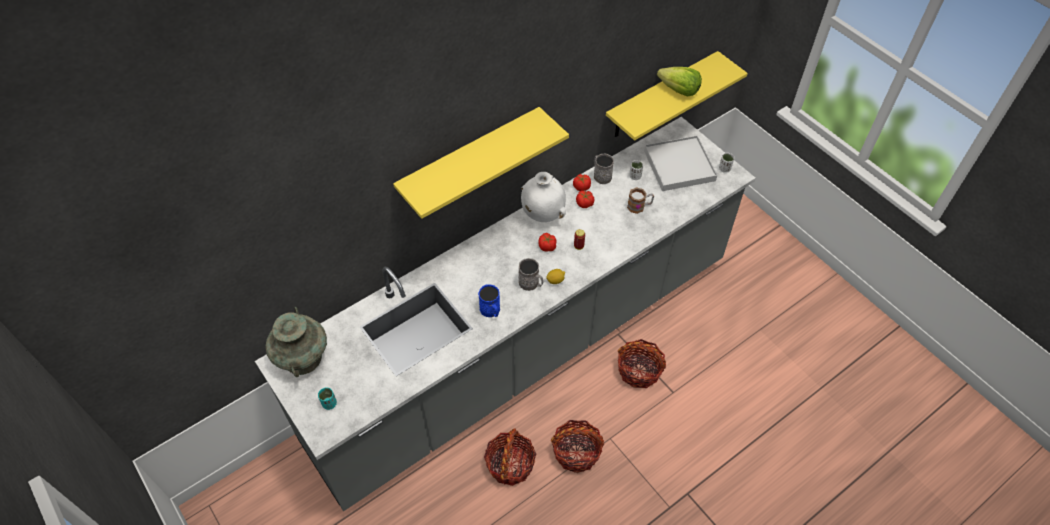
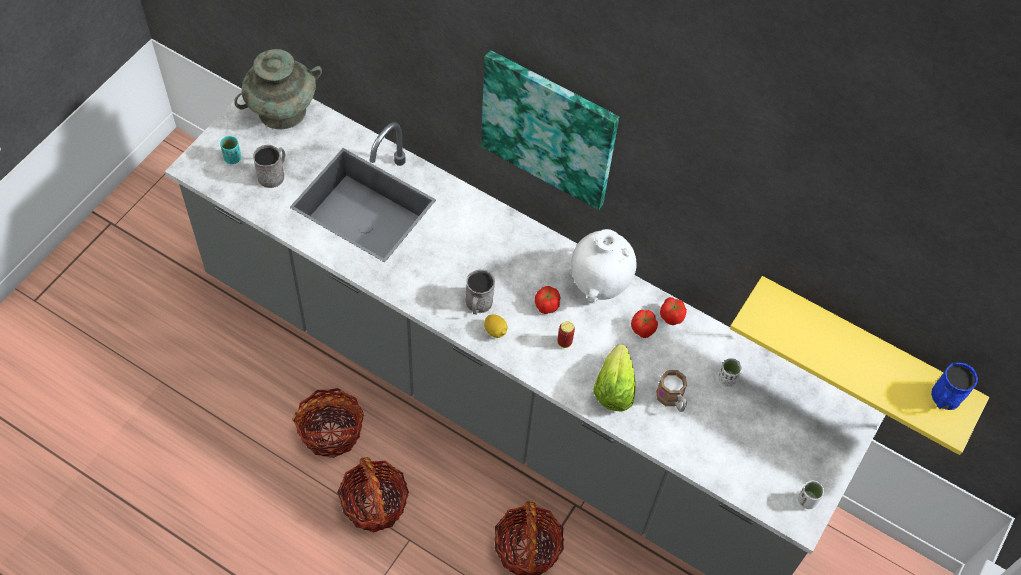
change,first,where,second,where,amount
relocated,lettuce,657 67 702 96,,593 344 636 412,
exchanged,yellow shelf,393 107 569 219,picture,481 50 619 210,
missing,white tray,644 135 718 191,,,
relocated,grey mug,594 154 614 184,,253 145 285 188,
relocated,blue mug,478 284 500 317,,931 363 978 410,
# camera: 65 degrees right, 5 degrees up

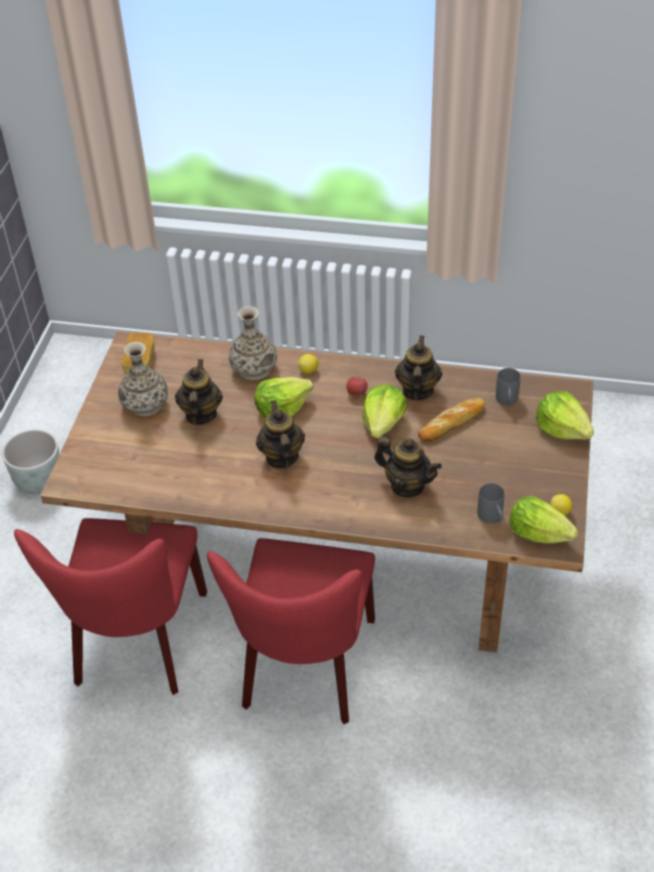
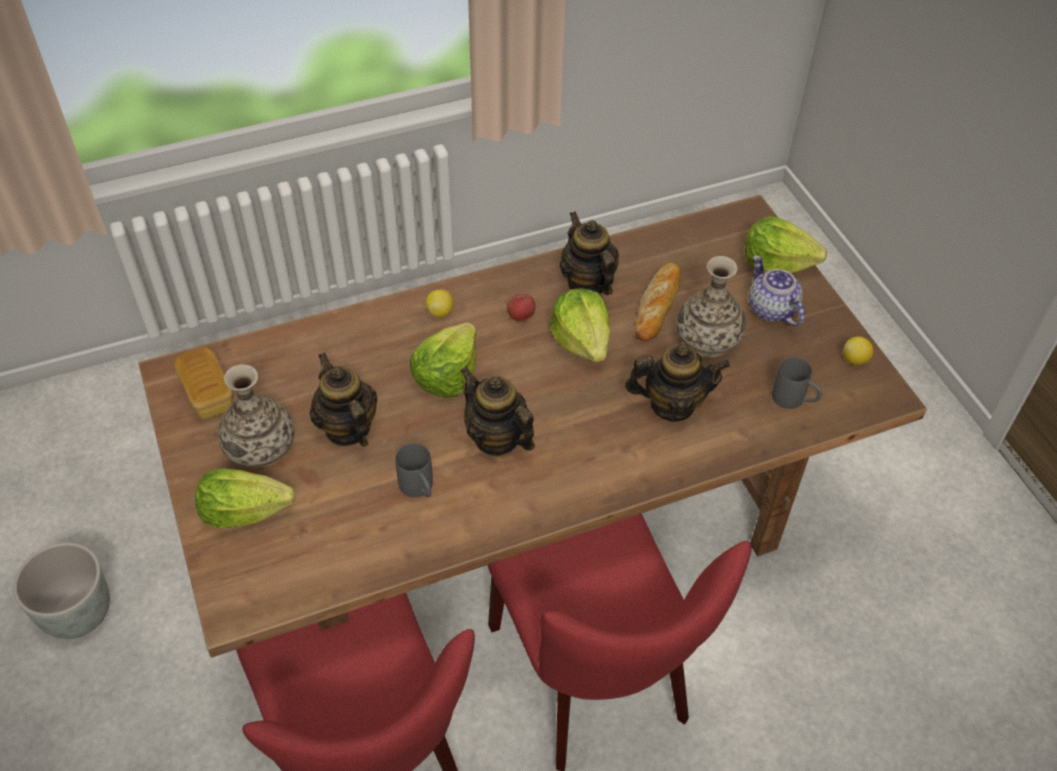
change,first,where,second,where,amount
relocated,vase,229 306 277 380,,676 256 746 357,
relocated,grey mug,496 368 521 405,,395 443 433 498,
relocated,lettuce,509 496 578 543,,195 468 295 528,
appeared,,,teapot,749 255 805 326,
# camera: 35 degrees left, 5 degrees up

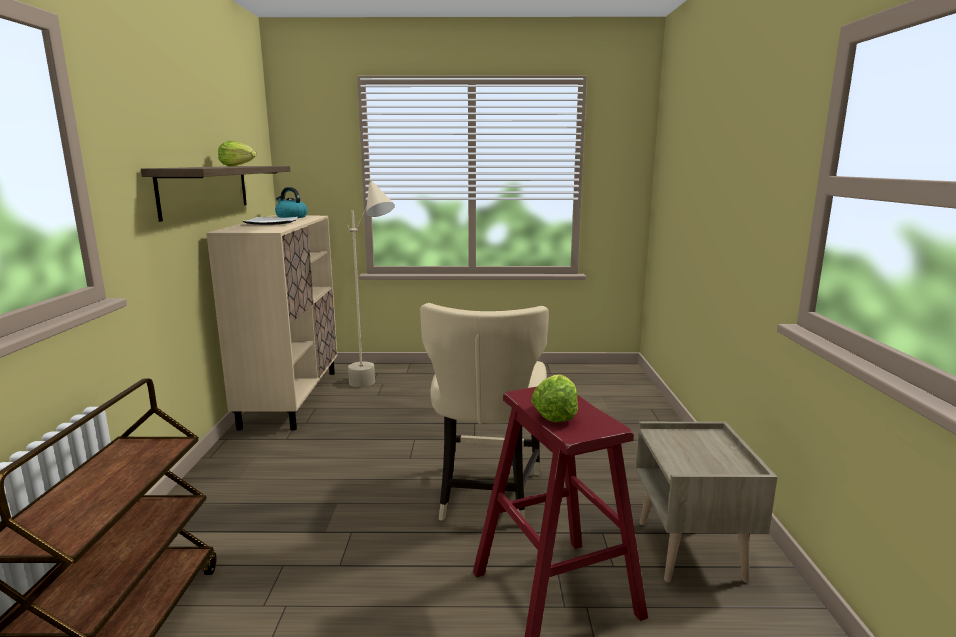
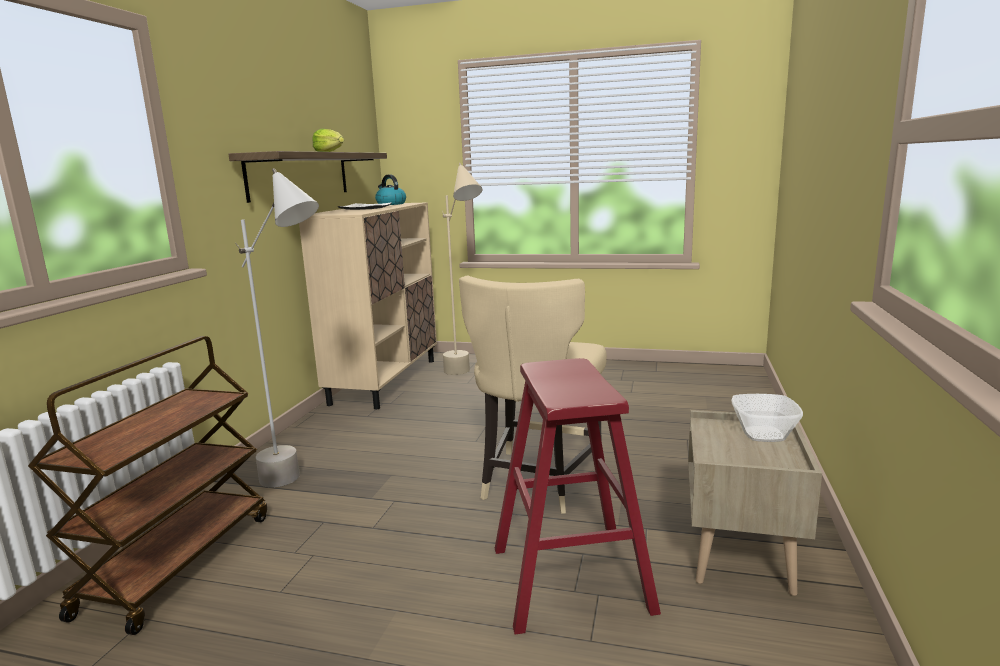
change,first,where,second,where,amount
missing,lettuce,531 374 578 422,,,
appeared,,,grey floor lamp,235 168 319 488,
appeared,,,bowl,731 394 803 442,
# camera: 15 degrees right, 0 degrees up

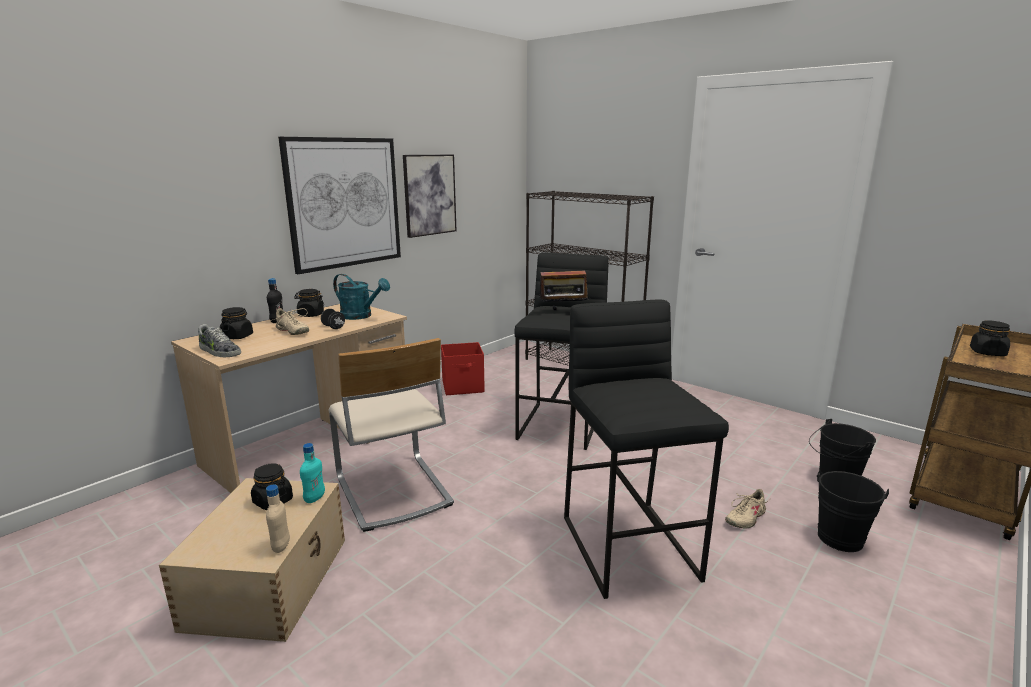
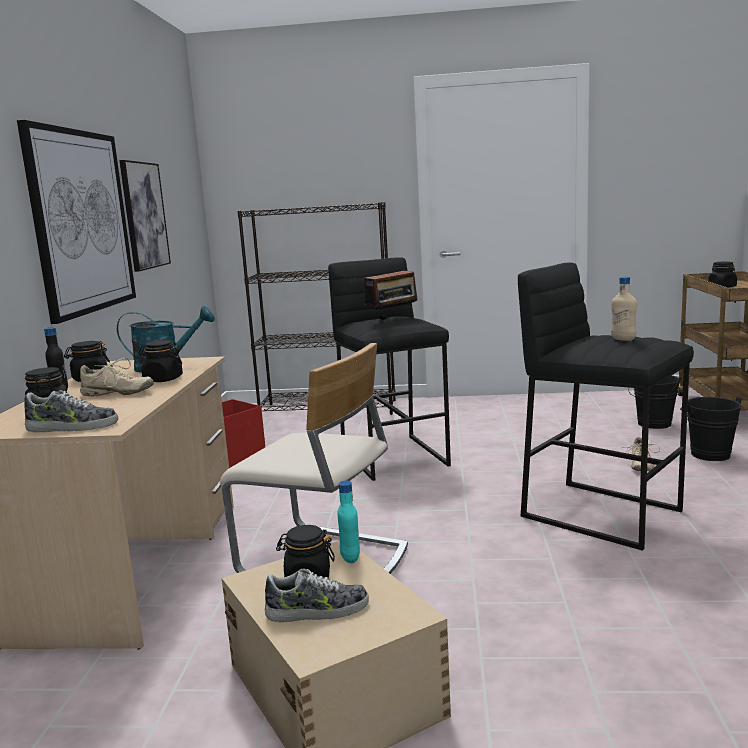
change,first,where,second,where,amount
exchanged,black dumbbell,321 309 345 329,black jar,138 340 183 382,
relocated,beige bottle,266 485 290 553,,611 276 637 341,
appeared,,,shoe,265 569 369 622,
# camera: 35 degrees left, 5 degrees down

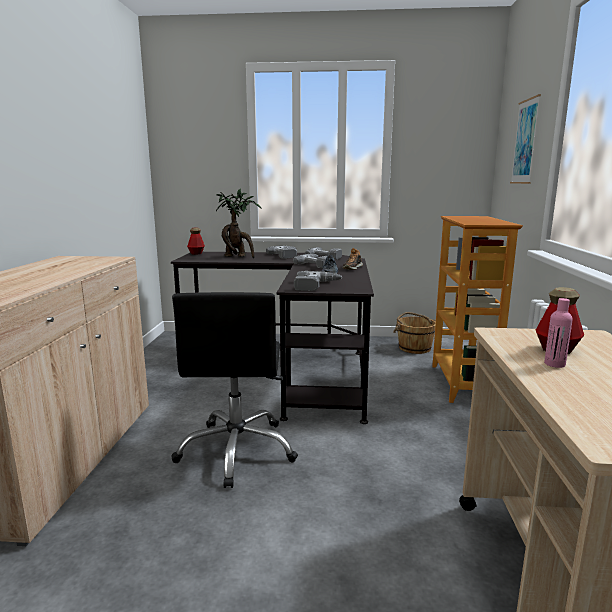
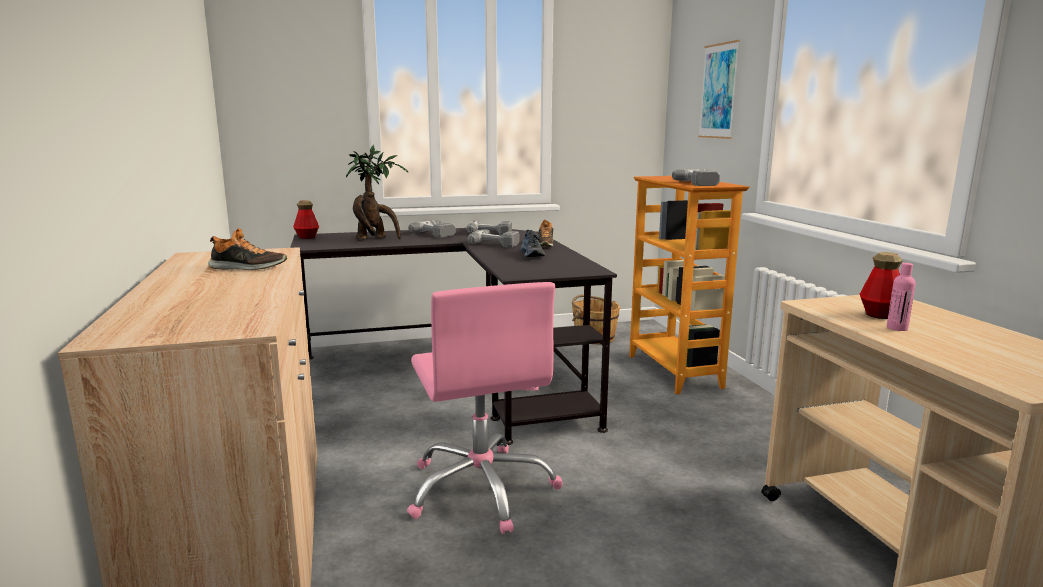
change,first,where,second,where,amount
relocated,power drill,294 271 343 291,,672 169 720 186,
colour,black office chair,172 292 298 488,pink office chair,407 282 563 534,
appeared,,,shoe,208 228 287 270,
# camera: 20 degrees left, 0 degrees up

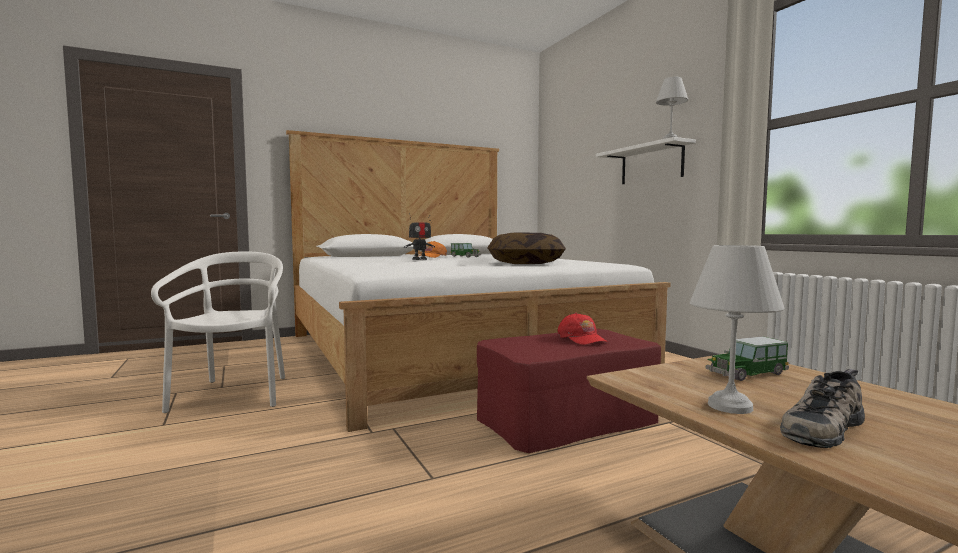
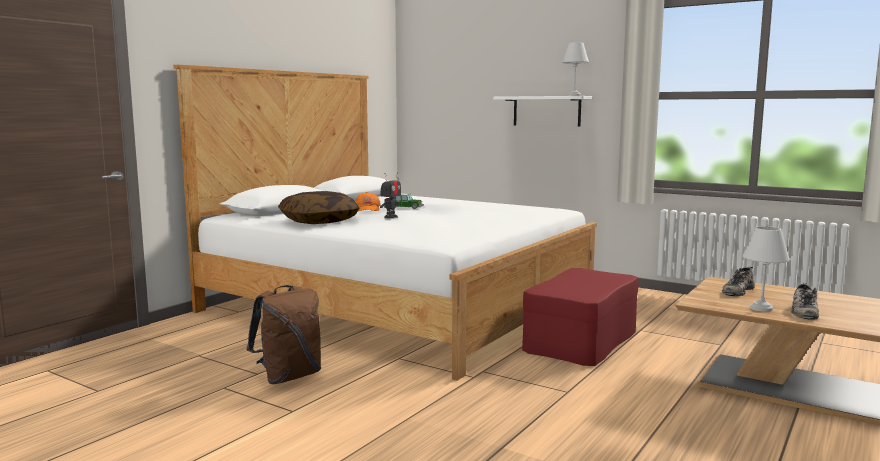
change,first,where,second,where,amount
relocated,pillow,487 233 566 264,,278 191 359 224,
exchanged,white chair,151 252 285 413,brown backpack,246 285 321 384,
missing,red cap,558 313 608 345,,,
exchanged,toy car,706 336 789 381,shoe,722 266 755 296,
# camera: 30 degrees left, 5 degrees up

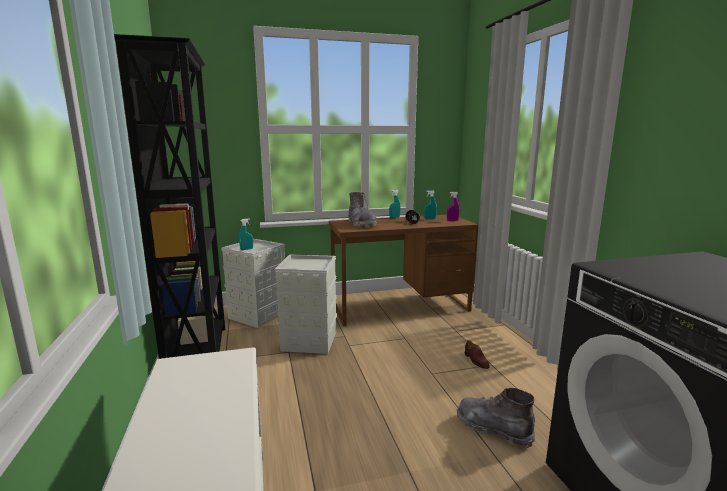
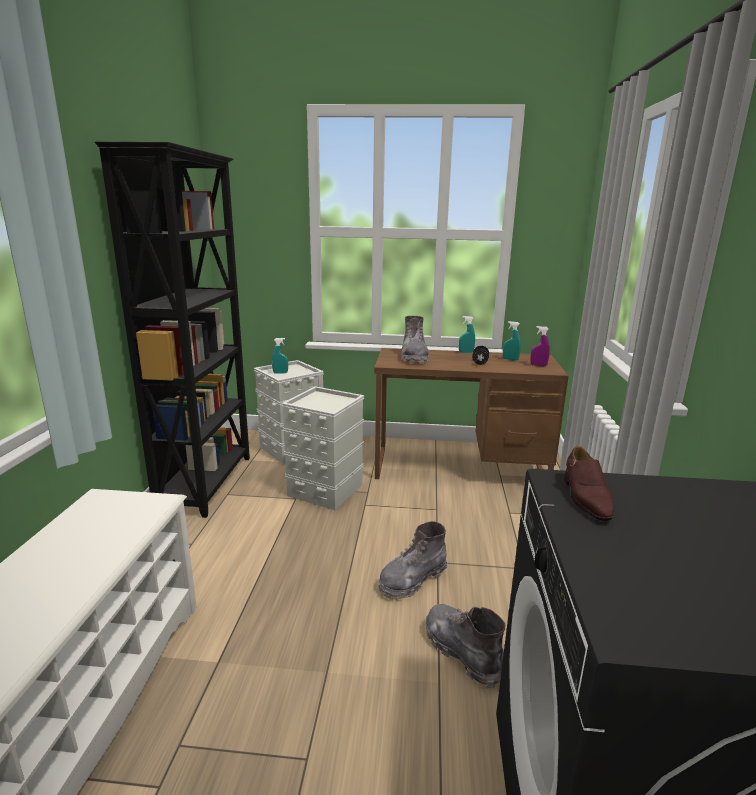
change,first,where,second,where,amount
relocated,brown shoe,465 340 490 369,,564 446 614 521,
appeared,,,grey boot,378 521 447 599,
# camera: 20 degrees right, 5 degrees up

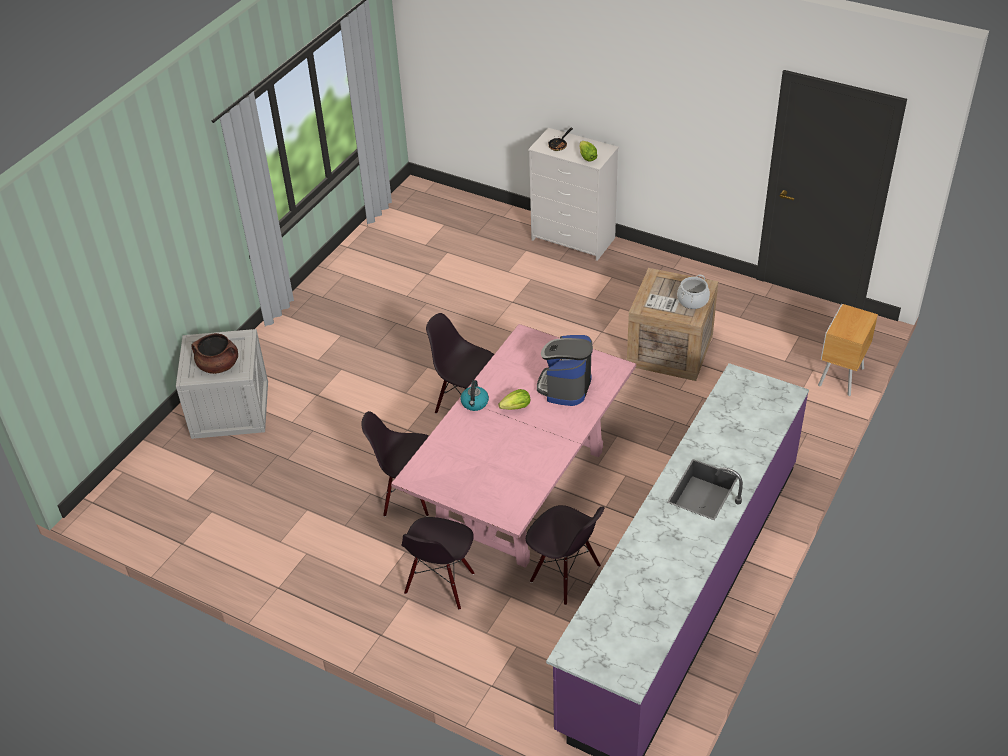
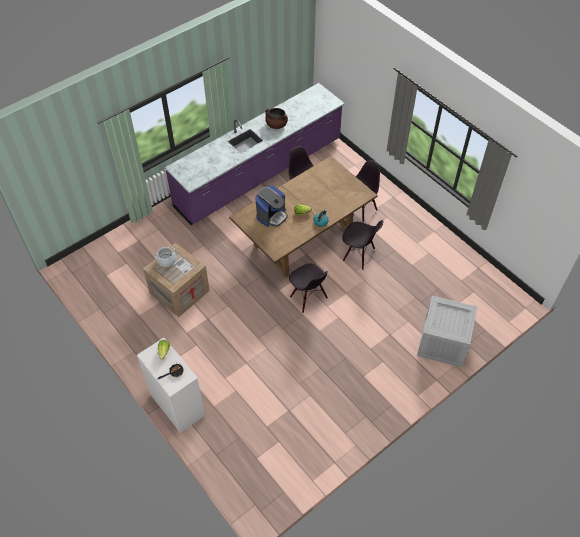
change,first,where,second,where,amount
missing,brown nightstand,818 304 878 396,,,
colour,pink dining table,391 324 636 568,brown dining table,229 156 378 278,
relocated,brown cooking pot,191 333 238 374,,265 108 288 129,
# camera: 160 degrees left, 10 degrees up

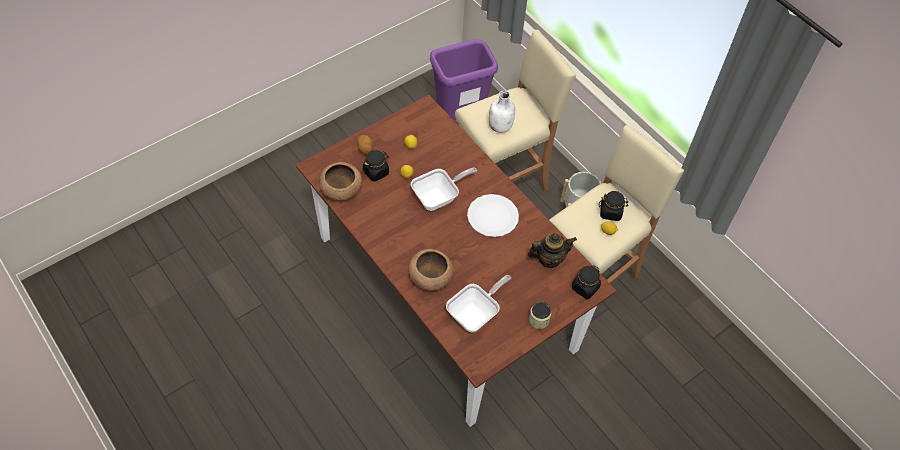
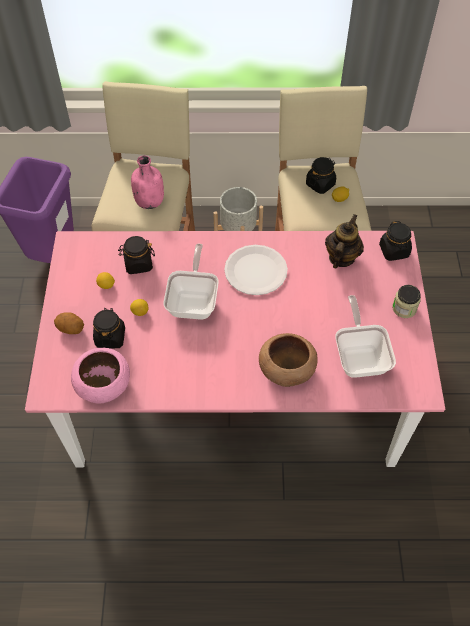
change,first,where,second,where,amount
colour,white bottle,489 91 515 133,pink bottle,131 156 164 209,
colour,brown dining table,296 95 616 427,pink dining table,25 231 445 467,
colour,brown bowl,319 162 362 201,pink bowl,71 348 130 403,
appeared,,,black jar,118 236 155 274,
# camera: 50 degrees left, 0 degrees up

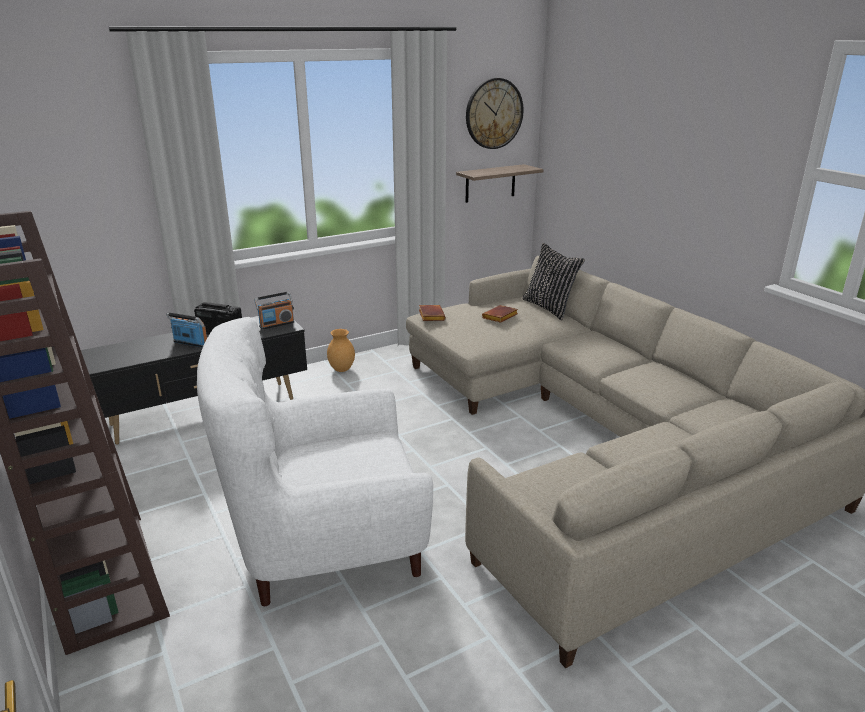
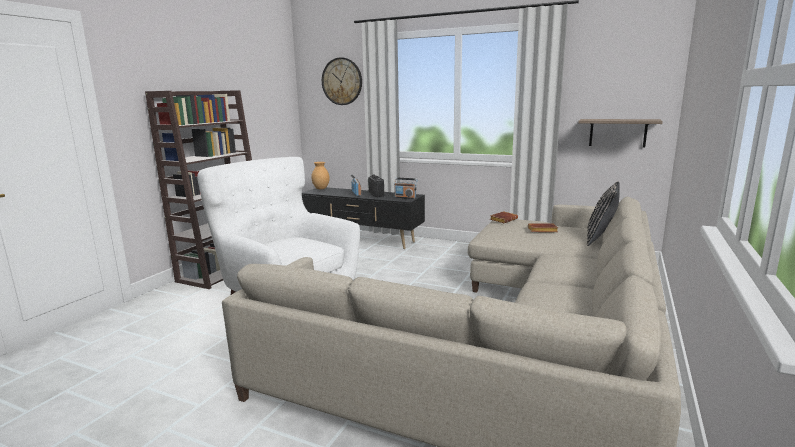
change,first,where,second,where,amount
relocated,wall clock,466 78 524 149,,322 57 362 105,
relocated,brown vase,327 329 355 372,,311 162 330 189,
# camera: 55 degrees right, 10 degrees down

